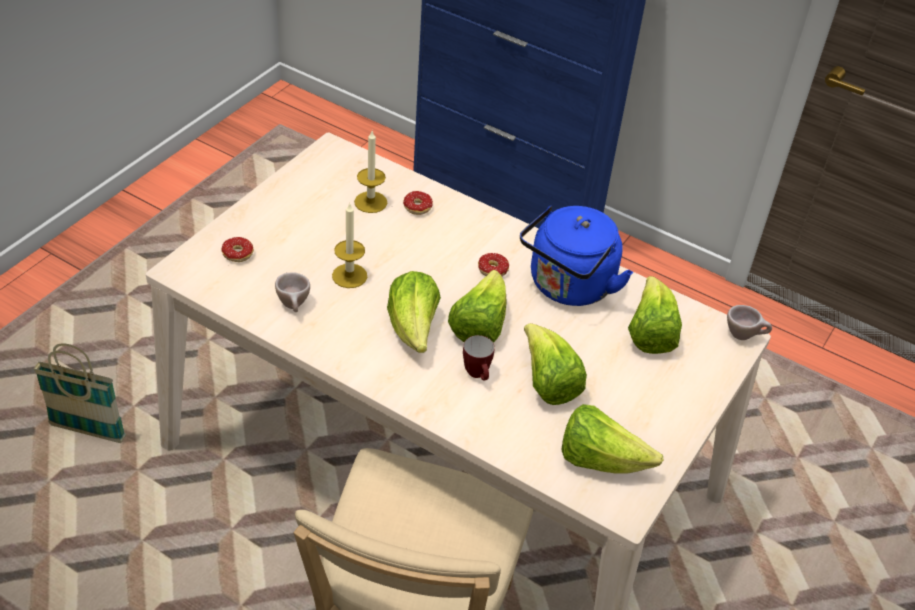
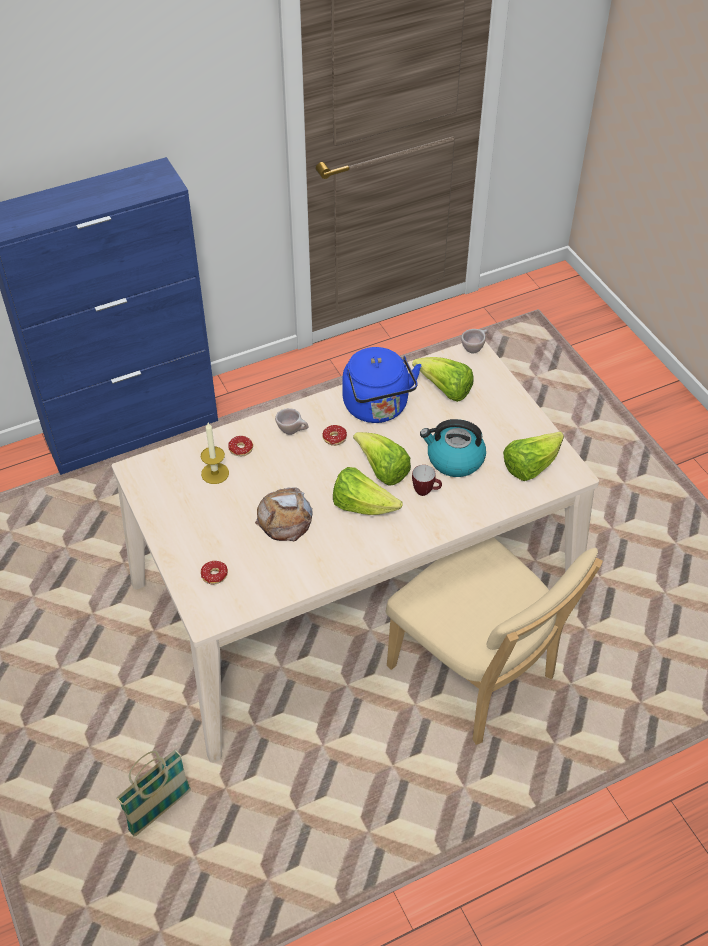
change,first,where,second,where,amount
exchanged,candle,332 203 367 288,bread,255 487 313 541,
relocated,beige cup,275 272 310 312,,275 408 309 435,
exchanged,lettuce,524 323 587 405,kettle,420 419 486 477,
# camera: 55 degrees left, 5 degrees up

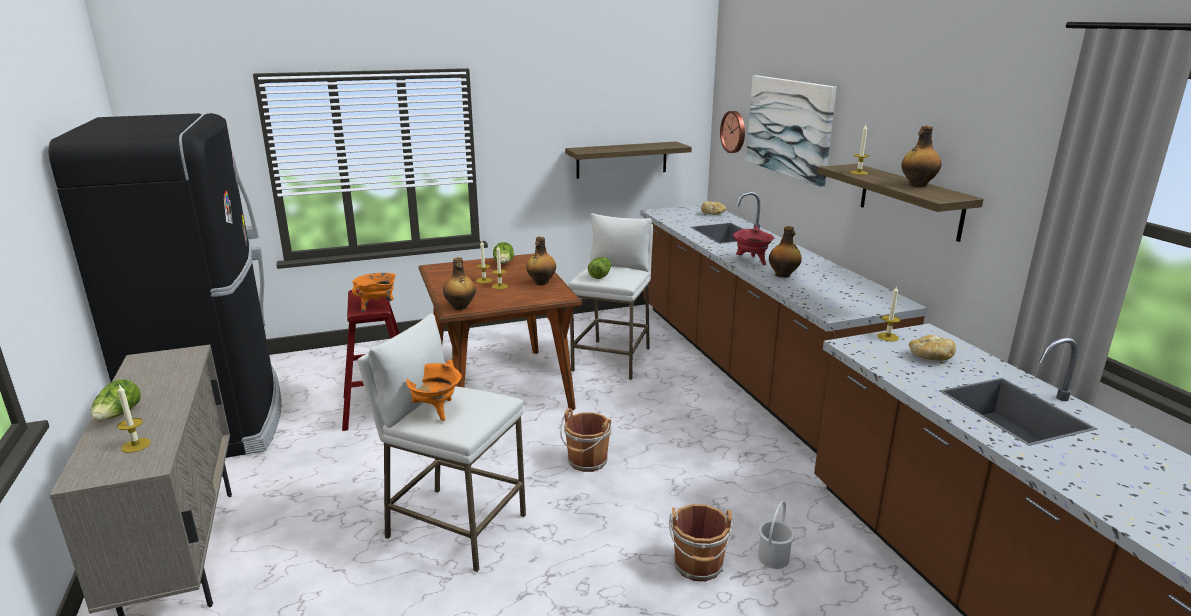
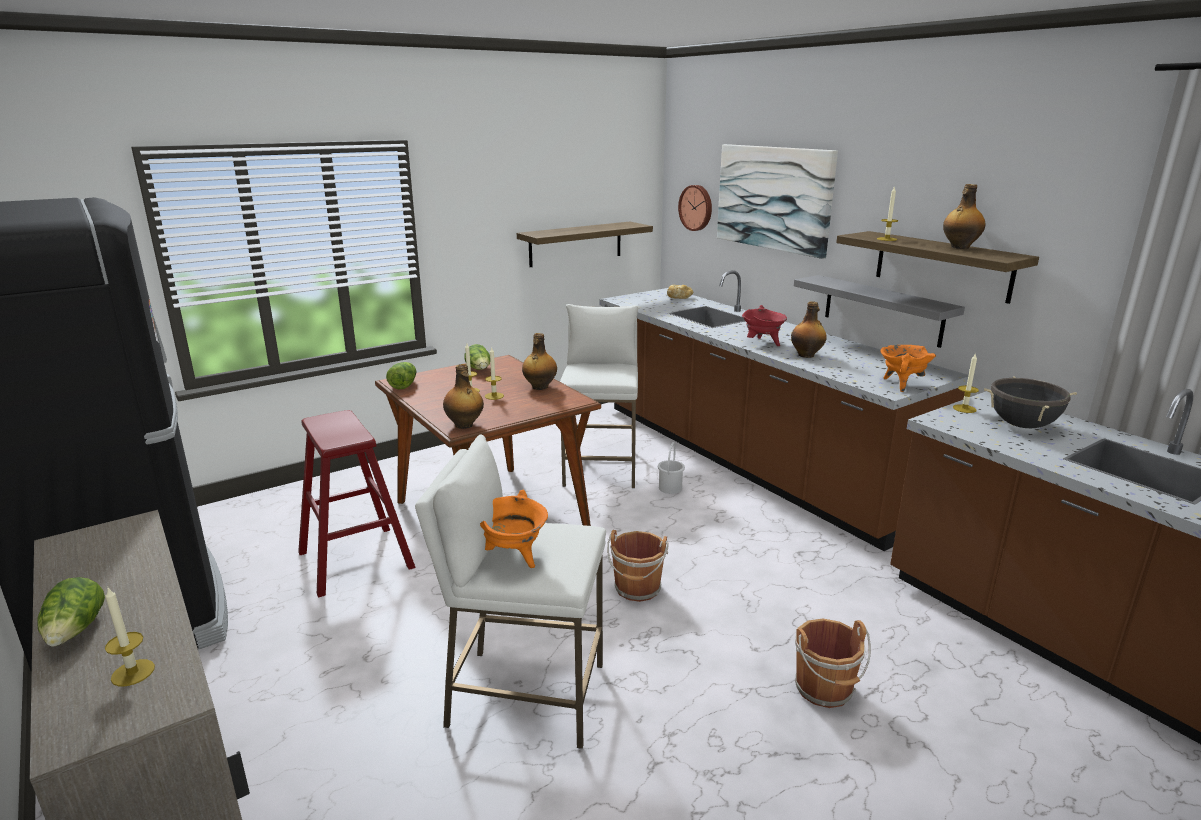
change,first,where,second,where,amount
relocated,lettuce,588 257 611 279,,386 362 417 389,
relocated,orange cooking pot,352 273 396 312,,880 345 936 392,
exchanged,bread,909 335 956 361,black cooking pot,984 376 1077 428,
relocated,white bucket,758 501 795 569,,658 442 685 494,
appeared,,,grey shelf,794 275 965 348,
# camera: 15 degrees left, 0 degrees up

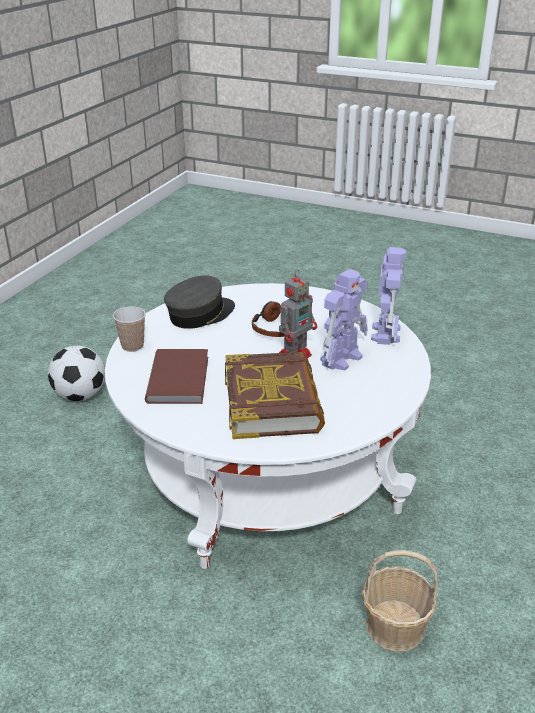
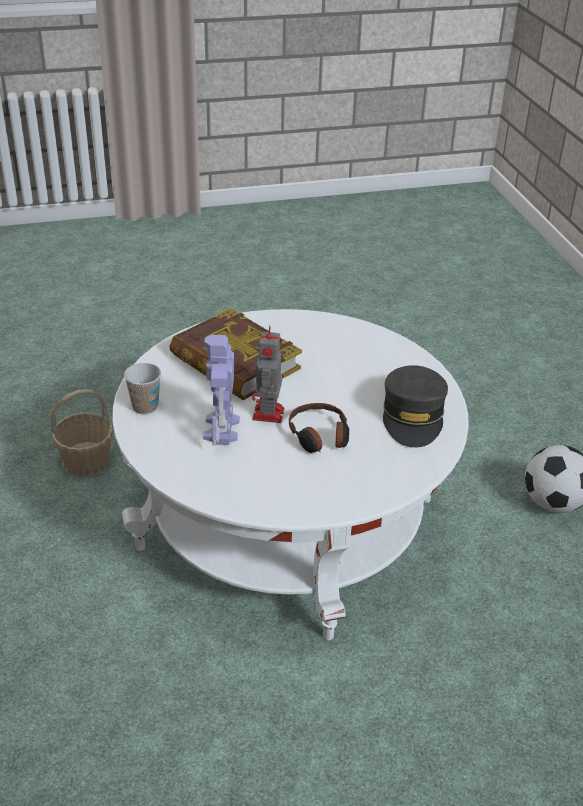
change,first,where,second,where,amount
missing,toy robot,371 247 406 345,,,
relocated,cup,113 306 146 352,,124 363 161 414,
missing,brown book,145 349 208 404,,,
# camera: 140 degrees right, 5 degrees up

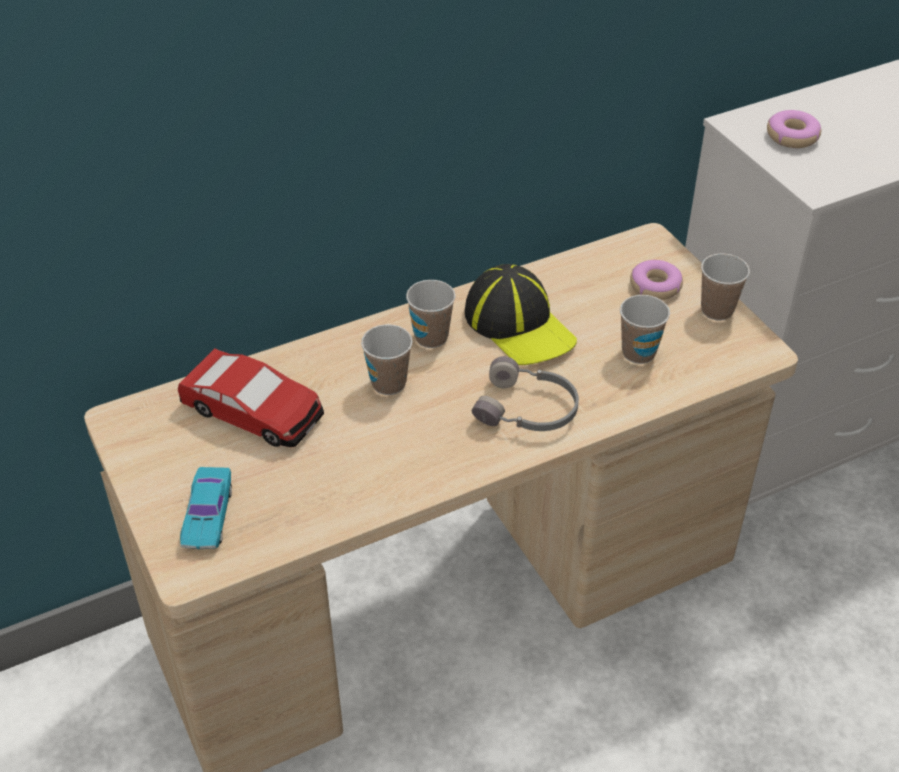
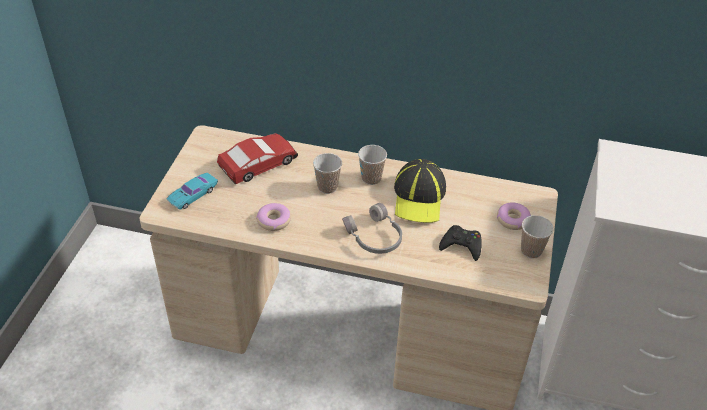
change,first,where,second,where,amount
relocated,donut,767 110 821 148,,256 203 291 231,
exchanged,cup,620 295 670 364,black game controller,439 225 482 261,
spun,toy car,178 348 324 447,,217 133 298 184,105 degrees counterclockwise
# camera: 40 degrees right, 0 degrees up

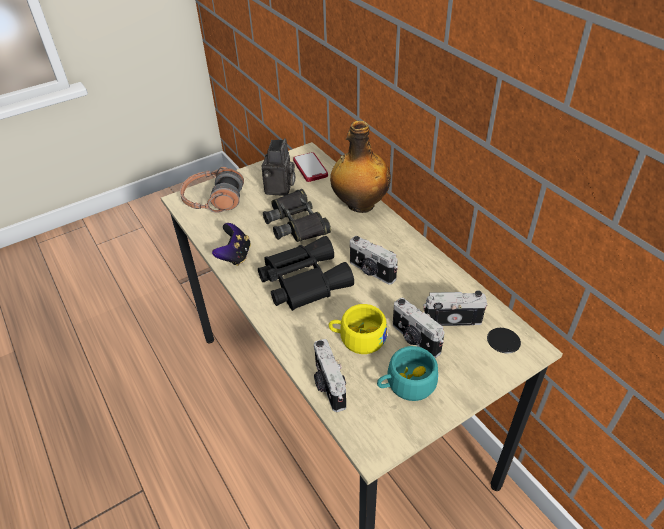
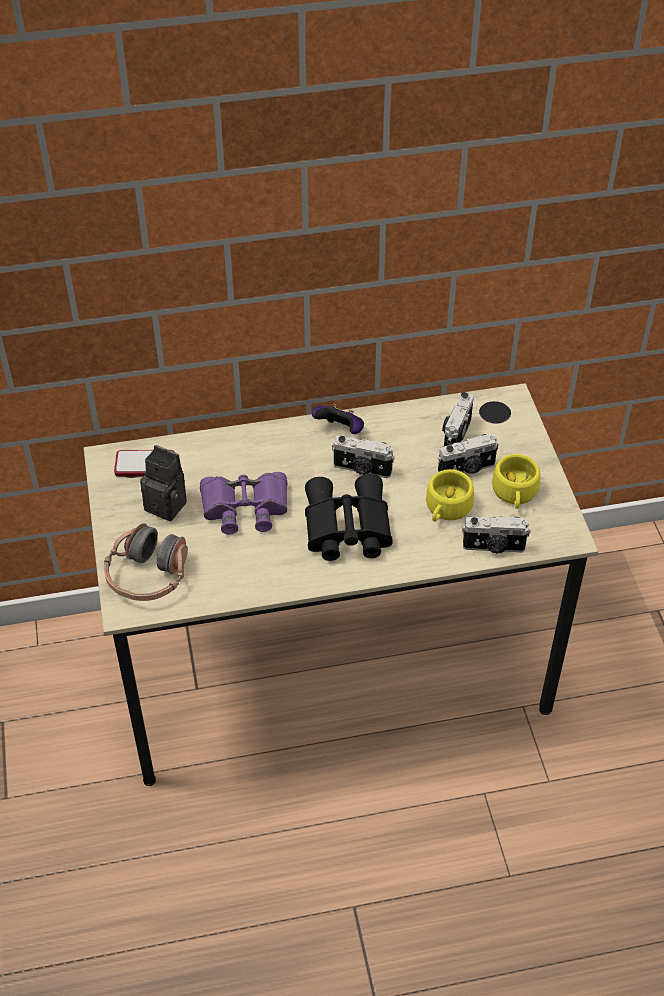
change,first,where,second,where,amount
missing,bottle,330 121 391 213,,,
colour,black binoculars,263 189 331 242,purple binoculars,200 472 287 535,
relocated,game controller,212 223 251 266,,312 404 364 434,
spun,photo camera,350 236 398 285,,332 435 395 478,45 degrees clockwise
colour,turquoise cup,377 346 438 401,yellow cup,492 454 540 509,
# camera: 70 degrees left, 5 degrees up

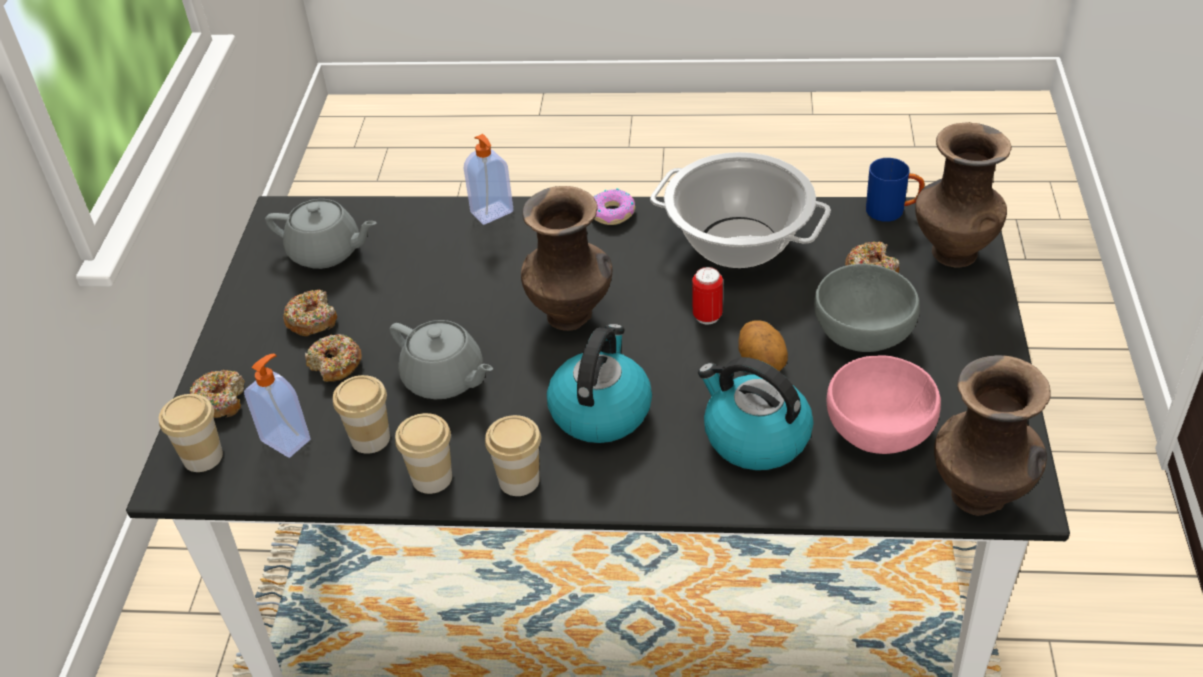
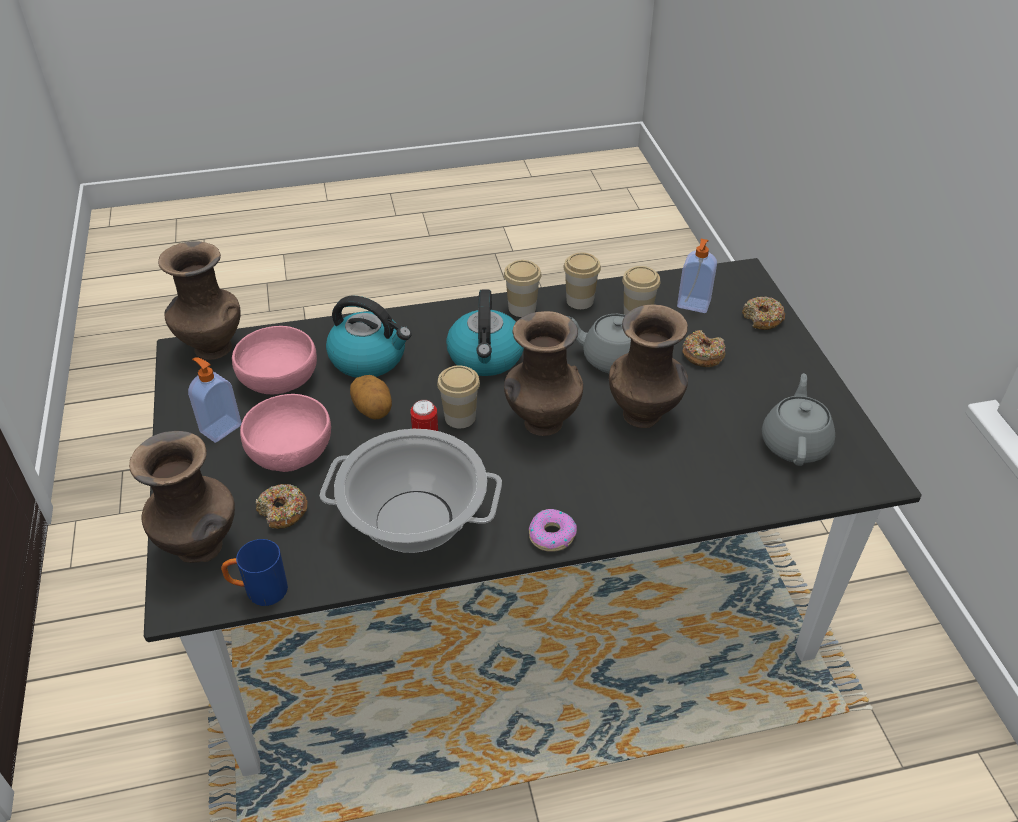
change,first,where,second,where,amount
relocated,soap dispenser,464 134 514 225,,188 357 242 443,
spun,grey teapot,265 199 376 269,,762 373 835 466,105 degrees clockwise
colour,grey bowl,814 264 920 352,pink bowl,240 394 331 472,
missing,donut,283 289 337 336,,,
relocated,cup,159 394 223 472,,437 365 480 428,
appeared,,,brown vase,609 304 688 428,
# camera: 160 degrees right, 0 degrees up

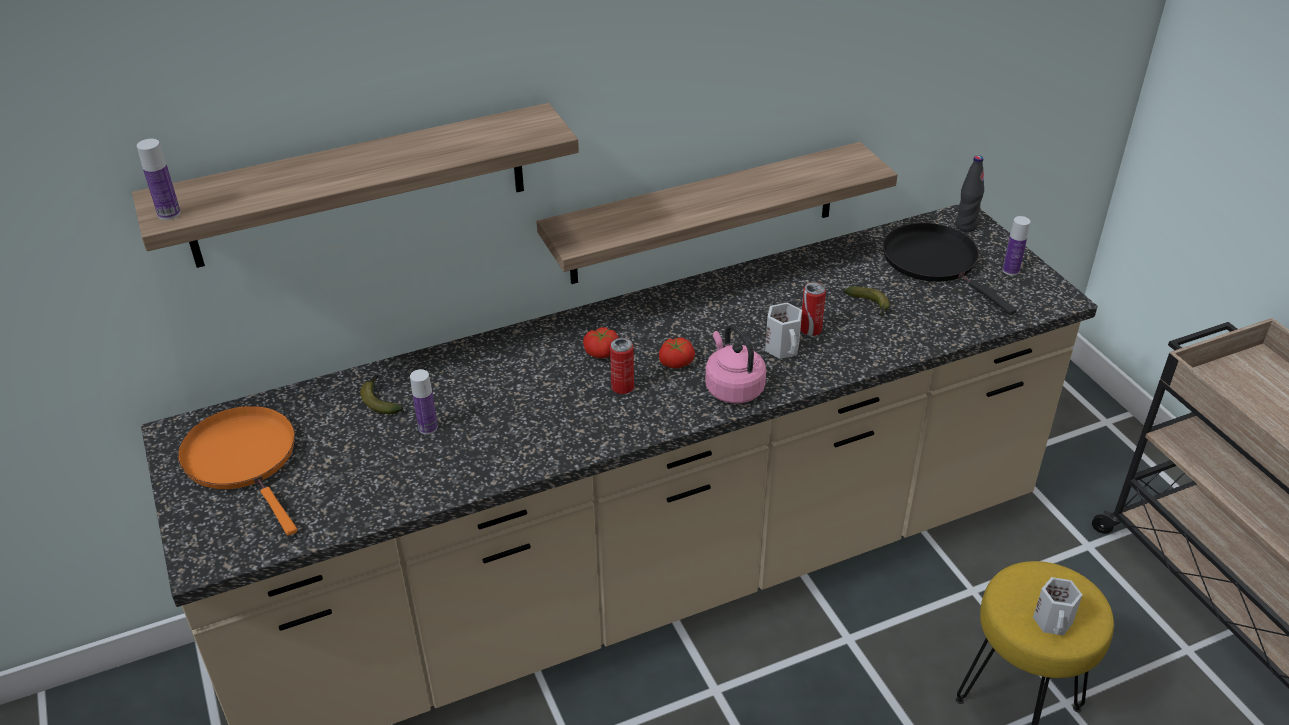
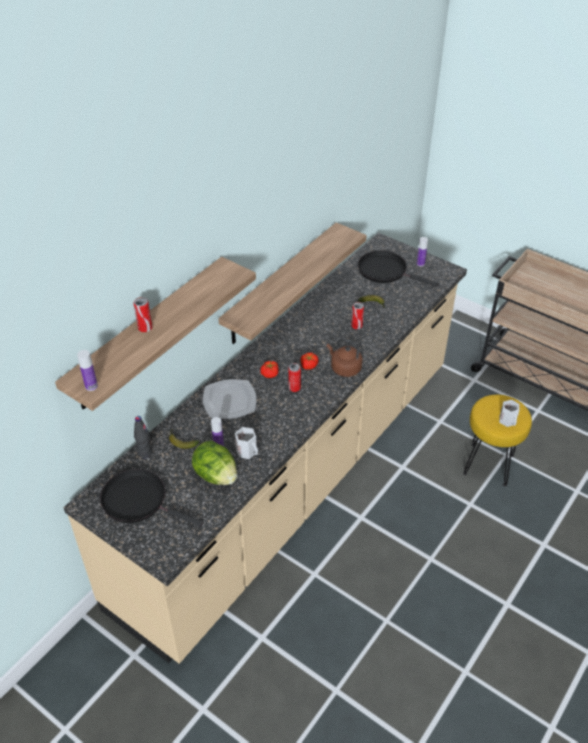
change,first,where,second,where,amount
relocated,black bottle,956 155 984 232,,134 416 152 458,
relocated,white mug,765 303 802 359,,235 427 258 459,
colour,pink kettle,705 325 766 403,brown kettle,327 338 362 377,
colour,orange frying pan,178 406 297 536,black frying pan,100 469 203 527,
appeared,,,can,134 297 152 332,
appeared,,,plate,203 379 257 419,
appeared,,,lettuce,192 441 237 485,
# camera: 30 degrees left, 5 degrees up

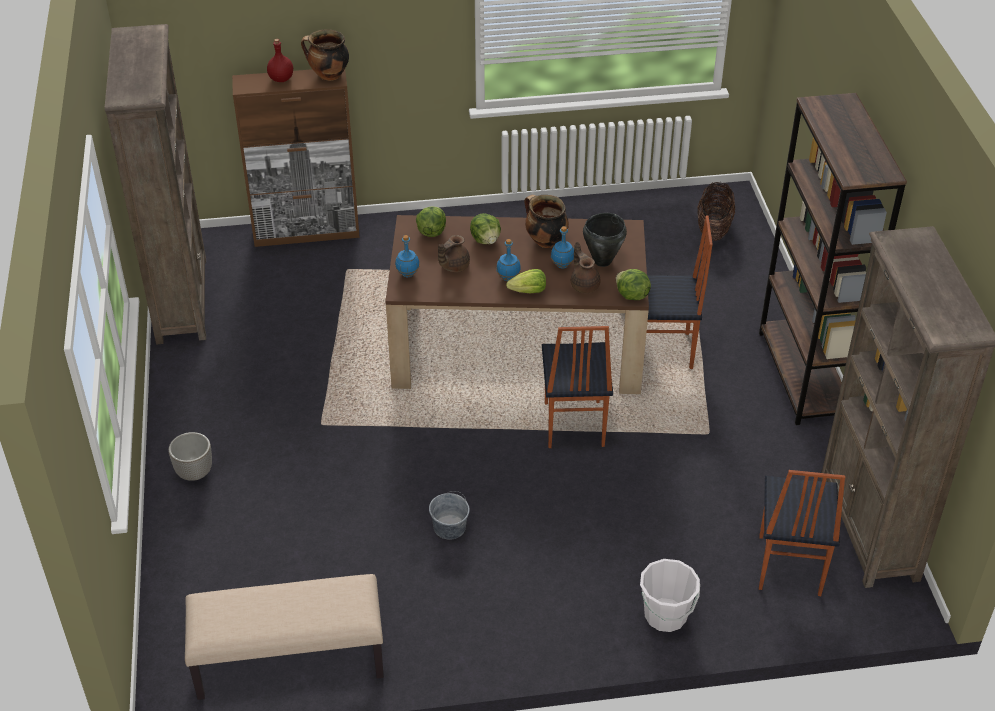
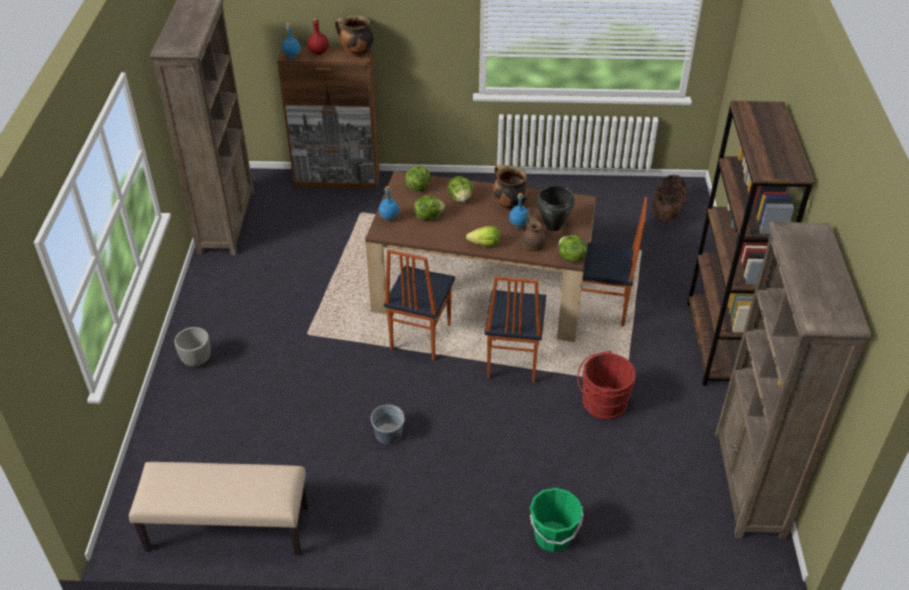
change,first,where,second,where,amount
exchanged,brown teapot,438 235 470 272,lettuce,414 195 445 221,
relocated,blue bottle,496 239 521 281,,282 23 301 59,
relocated,chair,759 470 845 596,,384 249 455 360,
colour,white bucket,640 559 700 632,green bucket,530 488 584 552,
appeared,,,red bucket,577 351 636 420,
# camera: 10 degrees right, 0 degrees up

